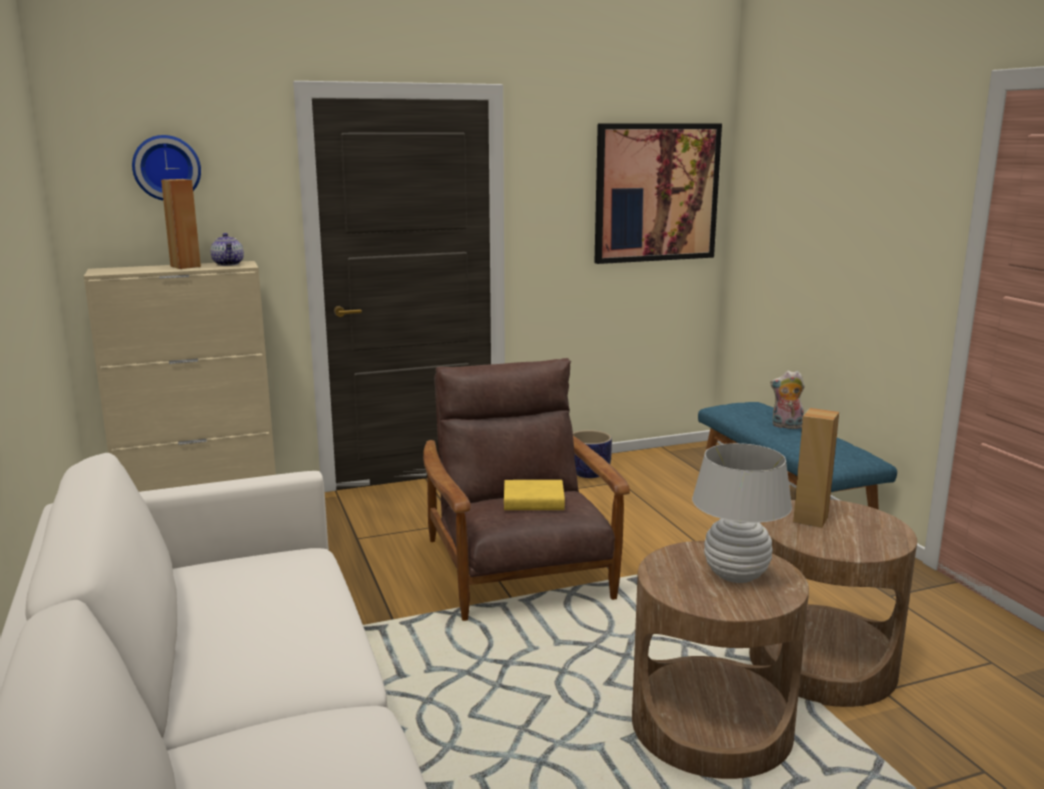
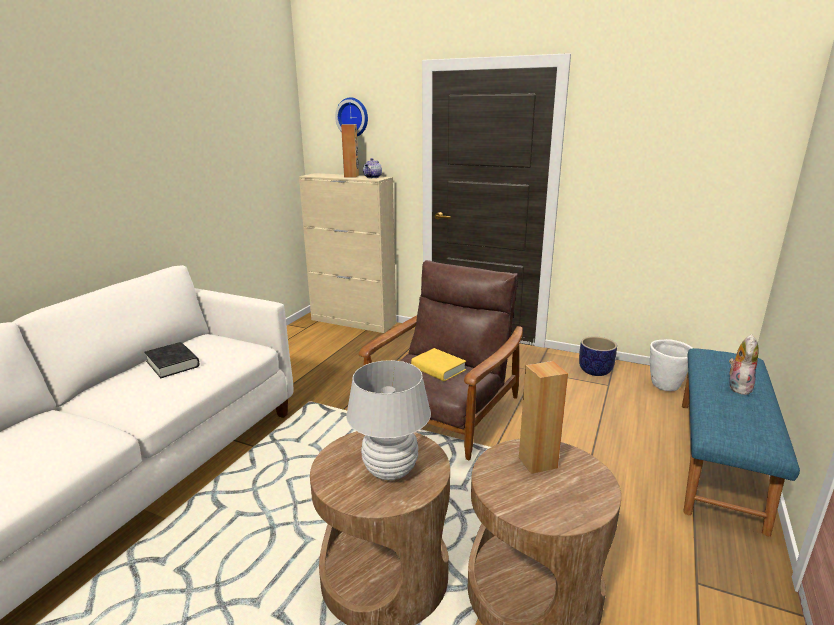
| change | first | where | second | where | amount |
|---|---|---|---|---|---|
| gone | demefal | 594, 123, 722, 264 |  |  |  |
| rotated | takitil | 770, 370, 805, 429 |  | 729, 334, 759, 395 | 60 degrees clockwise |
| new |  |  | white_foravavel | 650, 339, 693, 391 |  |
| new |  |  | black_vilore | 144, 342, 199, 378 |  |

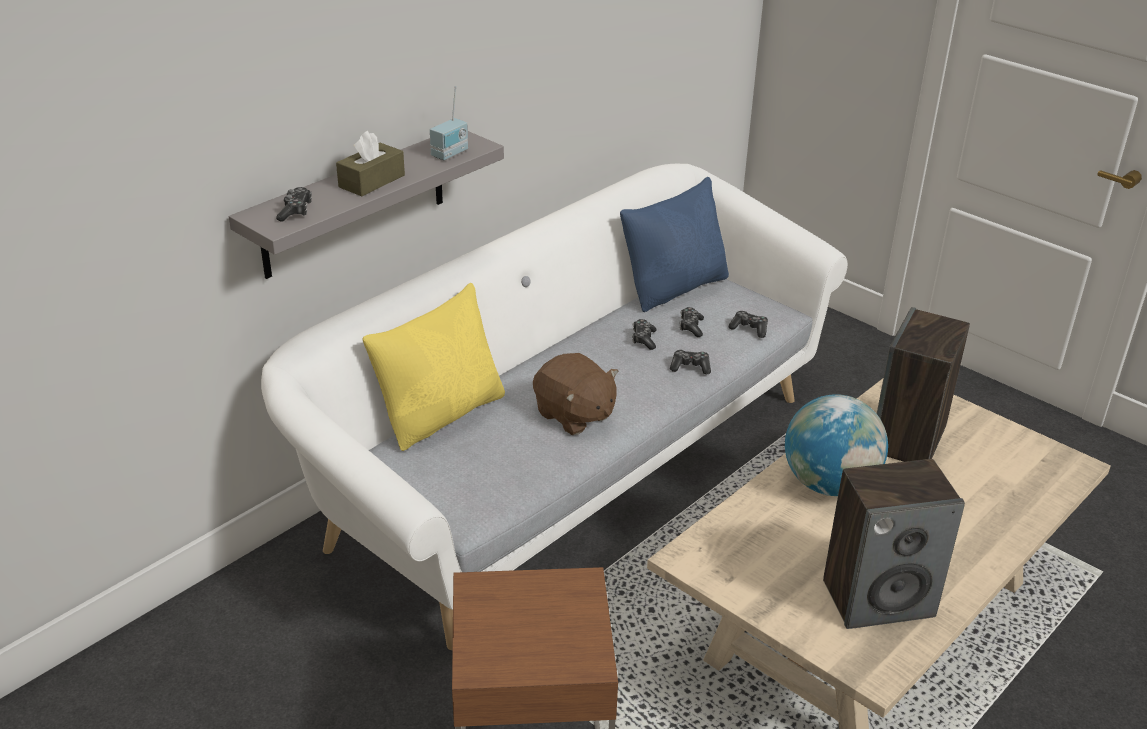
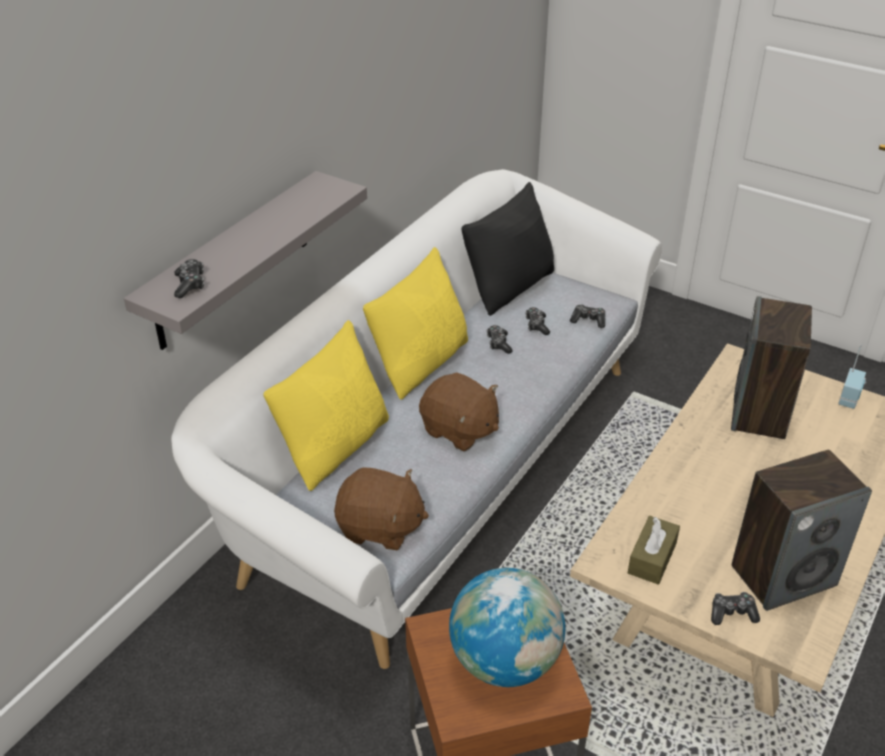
| change | first | where | second | where | amount |
|---|---|---|---|---|---|
| shifted | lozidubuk | 430, 86, 468, 160 |  | 838, 345, 866, 409 |  |
| shifted | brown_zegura | 336, 131, 405, 196 |  | 628, 516, 680, 584 |  |
| repainted | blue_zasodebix | 620, 177, 729, 312 | black_zasodebix | 461, 182, 554, 316 |  |
| shifted | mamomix | 670, 350, 711, 374 |  | 711, 592, 760, 625 |  |
| shifted | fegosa | 785, 394, 888, 496 |  | 449, 568, 565, 687 |  |
| new |  |  | yellow_zasodebix | 363, 247, 468, 400 |  |
| new |  |  | brown_takitil | 334, 467, 429, 550 |  |

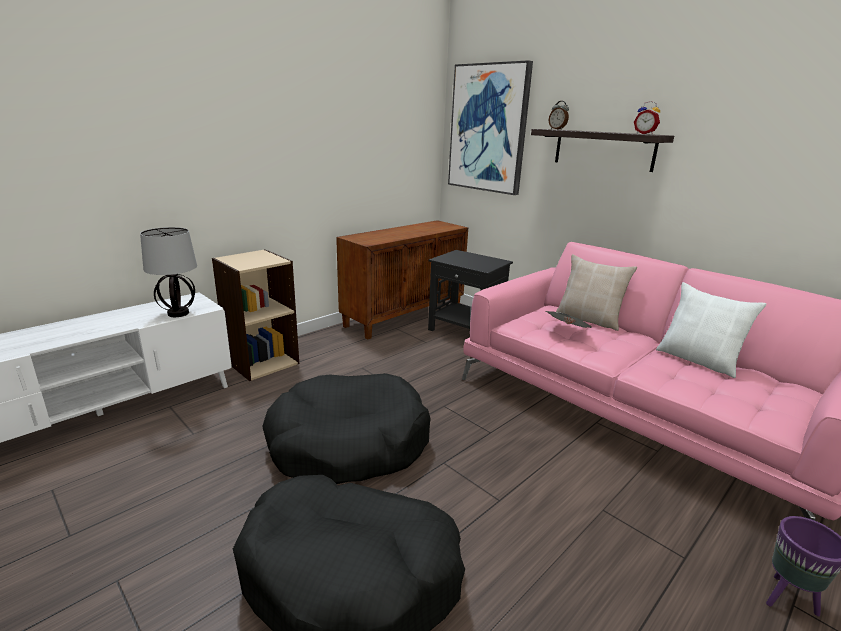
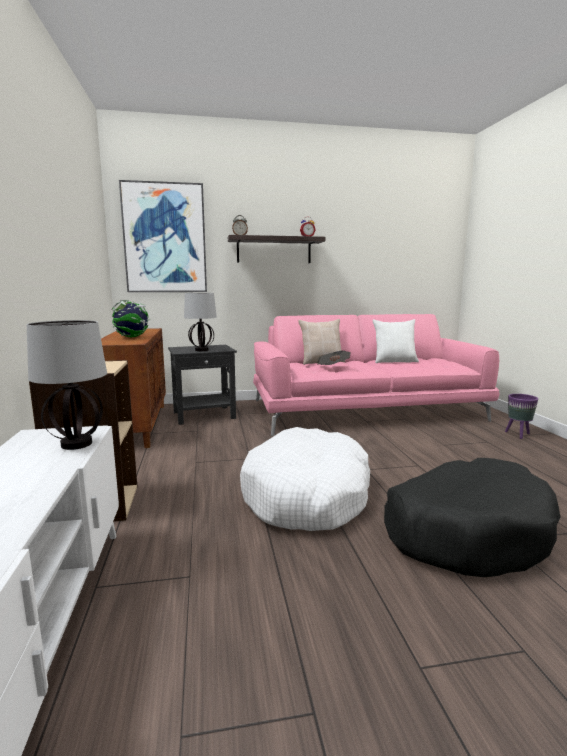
| change | first | where | second | where | amount |
|---|---|---|---|---|---|
| repainted | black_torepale | 262, 373, 431, 484 | white_torepale | 240, 427, 370, 531 |  |
| new |  |  | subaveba | 184, 293, 217, 351 |  |
| new |  |  | fegosa | 111, 300, 150, 337 |  |

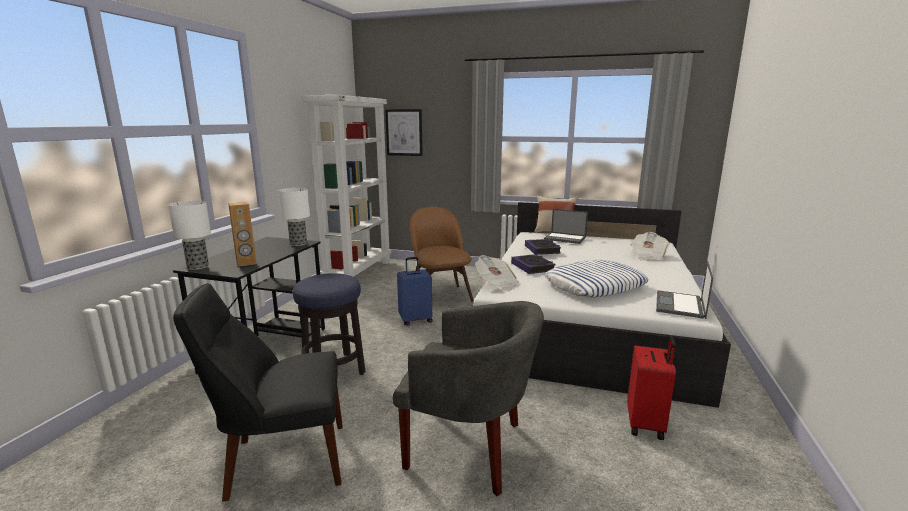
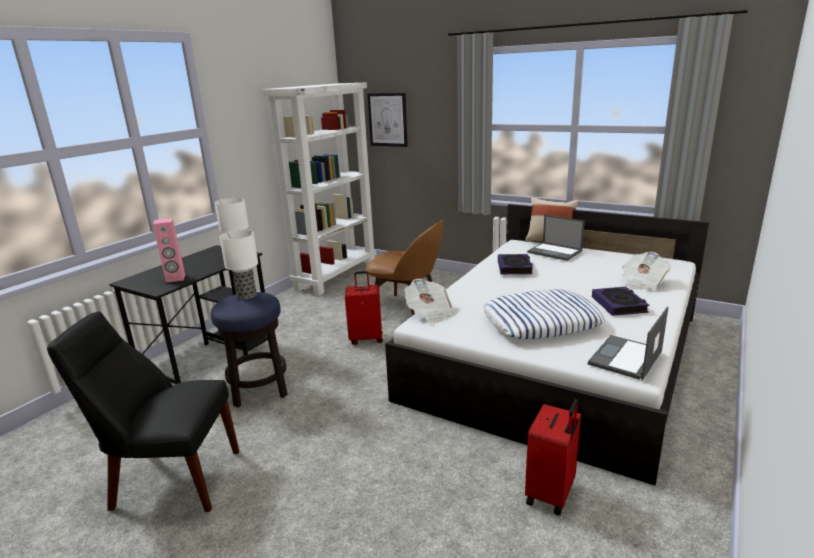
| change | first | where | second | where | amount |
|---|---|---|---|---|---|
| shifted | subaveba | 168, 200, 211, 270 |  | 220, 230, 258, 299 |  |
| repainted | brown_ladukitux | 228, 202, 257, 267 | pink_ladukitux | 153, 218, 185, 283 |  |
| rotated | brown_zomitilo | 410, 207, 474, 302 |  | 366, 220, 444, 316 | 120 degrees clockwise |
| shifted | vilore | 511, 254, 556, 274 |  | 592, 287, 650, 316 |  |
| repainted | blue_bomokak | 397, 257, 433, 326 | red_bomokak | 345, 271, 383, 345 |  |
| gone | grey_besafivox | 393, 301, 544, 497 |  |  |  |

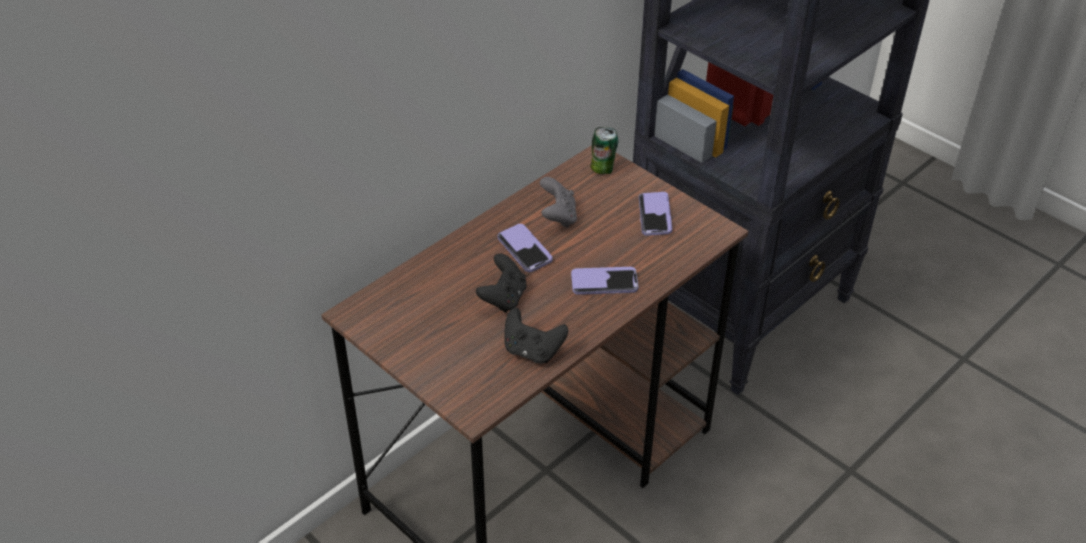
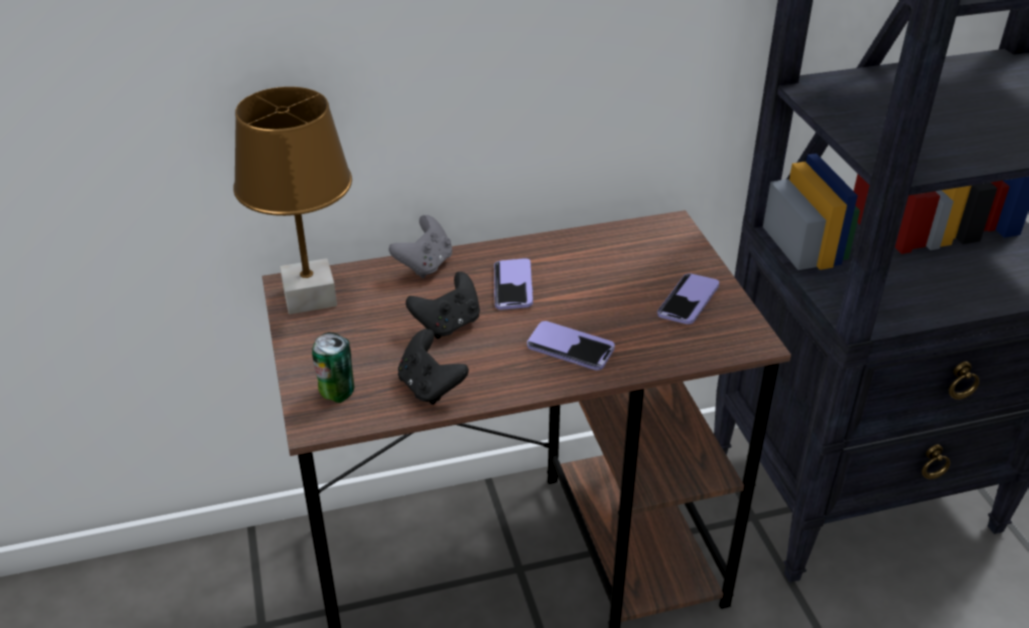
| change | first | where | second | where | amount |
|---|---|---|---|---|---|
| shifted | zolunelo | 590, 127, 618, 174 |  | 312, 332, 354, 403 |  |
| shifted | grey_mamomix | 540, 177, 577, 228 |  | 389, 215, 452, 278 |  |
| new |  |  | brown_subaveba | 233, 87, 352, 314 |  |

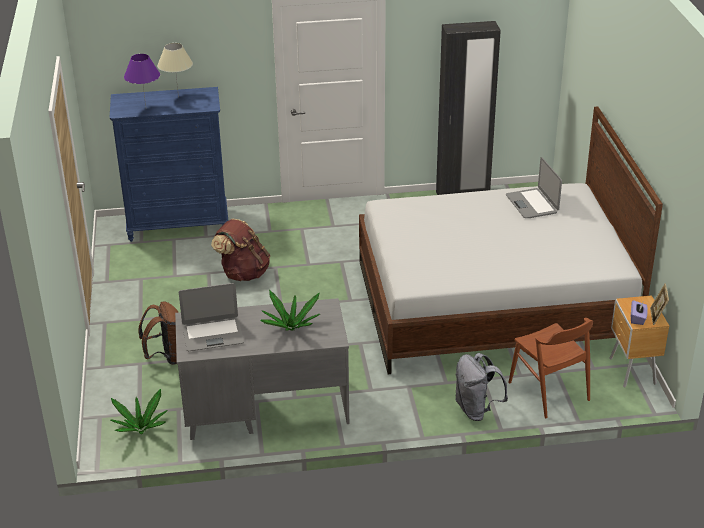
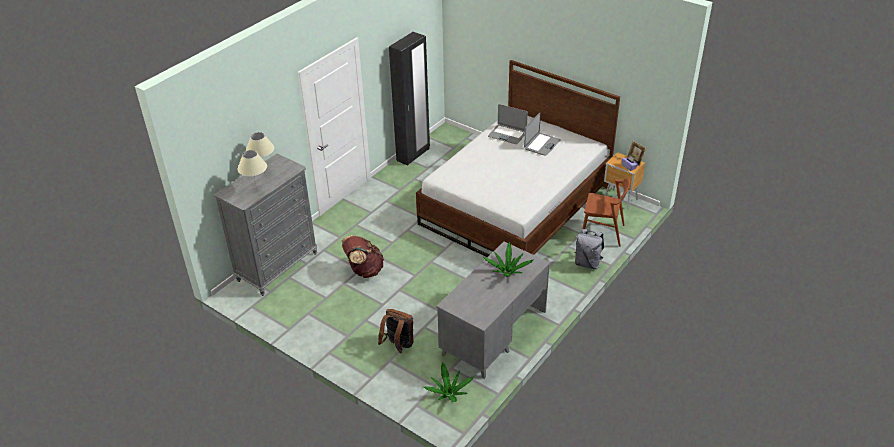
| change | first | where | second | where | amount |
|---|---|---|---|---|---|
| repainted | purple_subaveba | 124, 54, 160, 106 | beige_subaveba | 238, 150, 267, 189 |  |
| repainted | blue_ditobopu | 110, 87, 228, 242 | grey_ditobopu | 214, 153, 317, 296 |  |
| shifted | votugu | 179, 283, 244, 351 |  | 524, 113, 561, 156 |  |

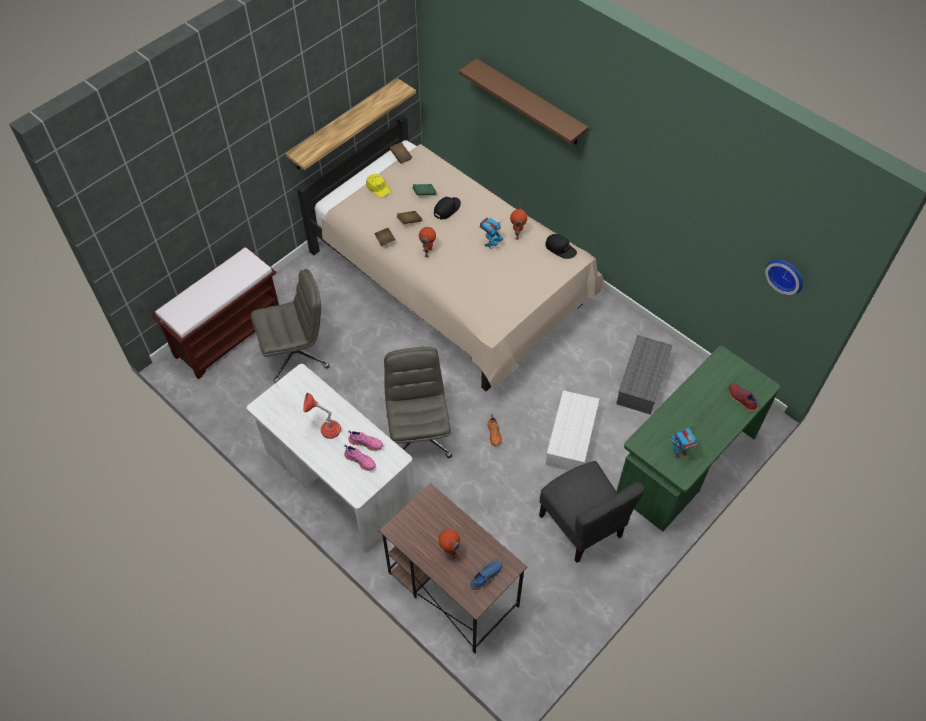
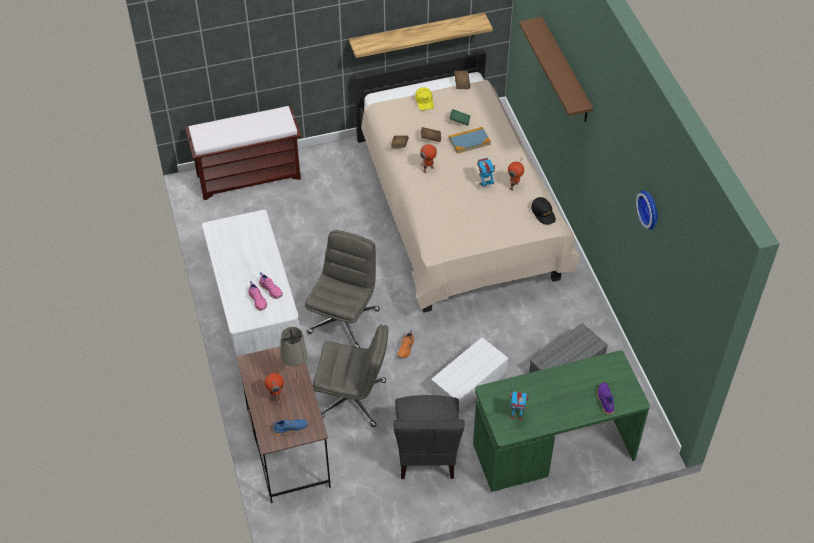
| change | first | where | second | where | amount |
|---|---|---|---|---|---|
| swapped | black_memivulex | 434, 197, 461, 219 | vilore | 449, 127, 491, 154 |  |
| shifted | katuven | 765, 259, 803, 295 |  | 636, 190, 658, 230 |  |
| shifted | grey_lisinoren | 251, 269, 329, 383 |  | 313, 325, 388, 427 |  |
| repainted | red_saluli | 729, 383, 759, 411 | purple_saluli | 597, 382, 614, 414 |  |
| gone | red_subaveba | 303, 393, 341, 439 |  |  |  |
| new |  |  | beige_subaveba | 281, 327, 307, 379 |  |

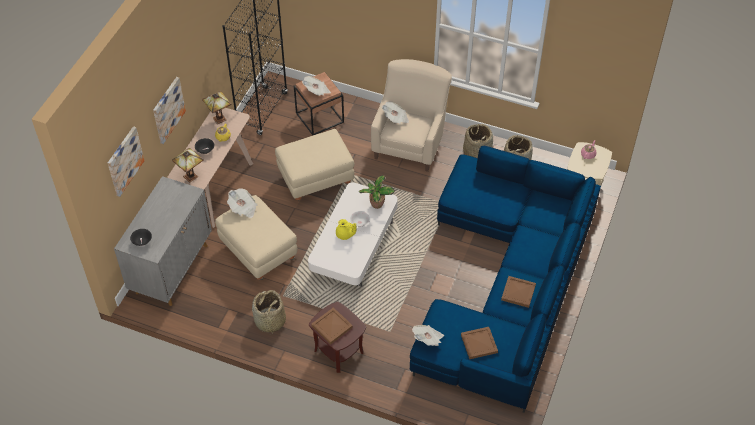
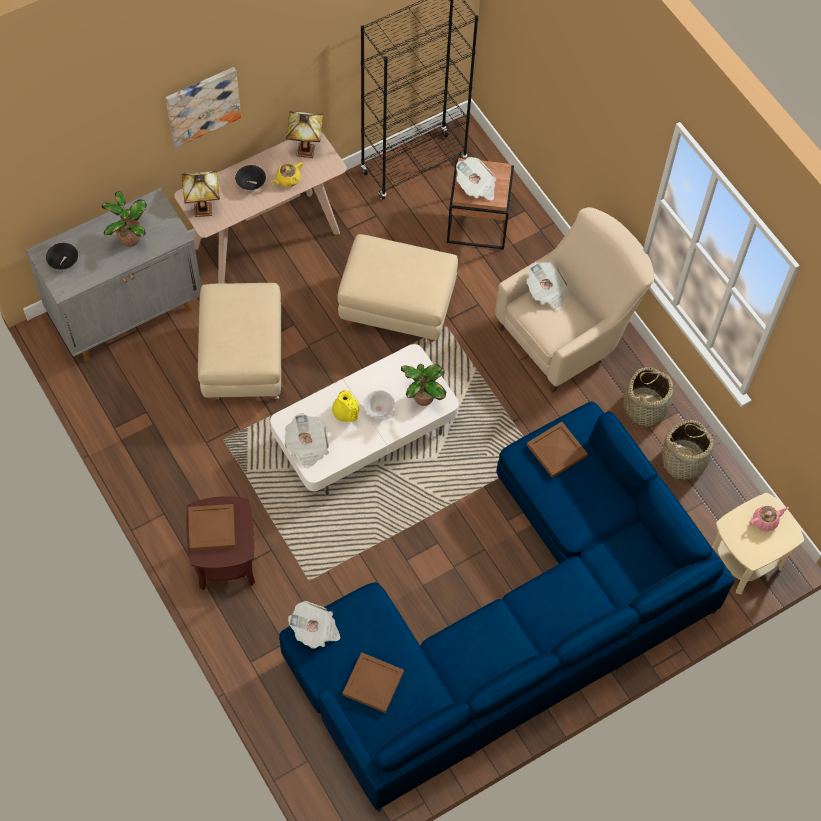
| change | first | where | second | where | amount |
|---|---|---|---|---|---|
| gone | demefal | 108, 126, 144, 197 |  |  |  |
| shifted | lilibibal | 227, 188, 258, 218 |  | 285, 413, 329, 468 |  |
| shifted | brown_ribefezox | 501, 276, 536, 308 |  | 527, 422, 588, 478 |  |
| gone | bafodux | 252, 290, 286, 335 |  |  |  |
| new |  |  | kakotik | 102, 191, 147, 247 |  |

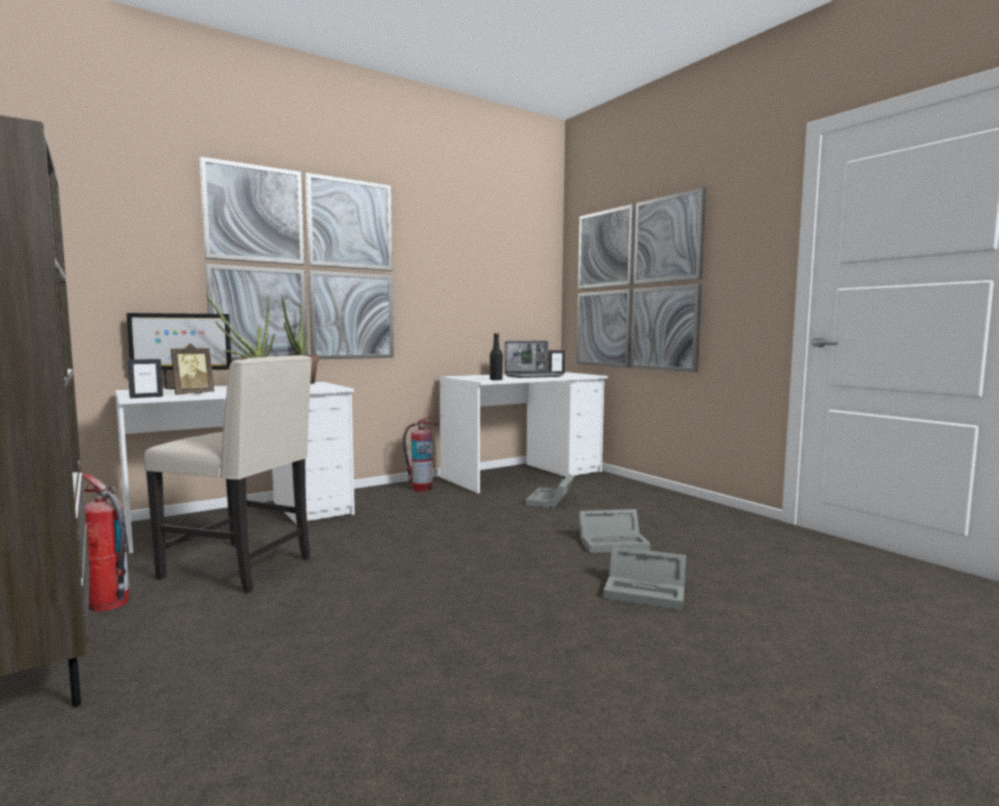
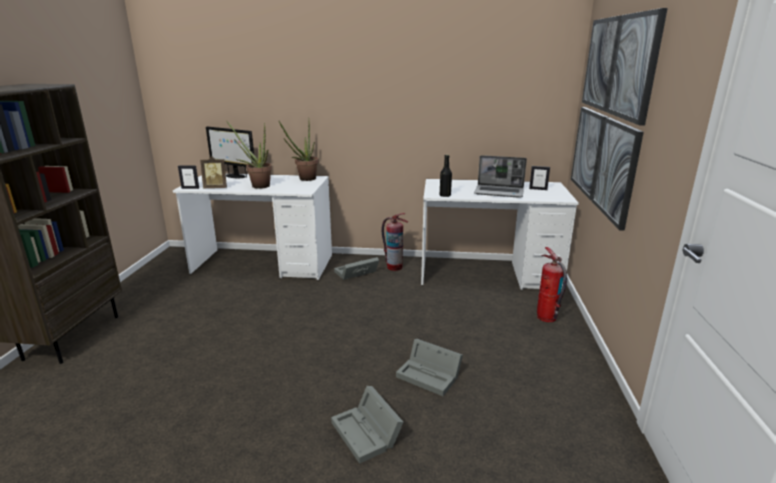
| change | first | where | second | where | amount |
|---|---|---|---|---|---|
| gone | demefal | 200, 156, 394, 361 |  |  |  |
| gone | beige_zomitilo | 144, 355, 312, 593 |  |  |  |
| shifted | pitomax | 82, 474, 129, 611 |  | 537, 247, 567, 322 |  |
| shifted | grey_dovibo | 526, 474, 574, 508 |  | 334, 257, 379, 280 |  |

